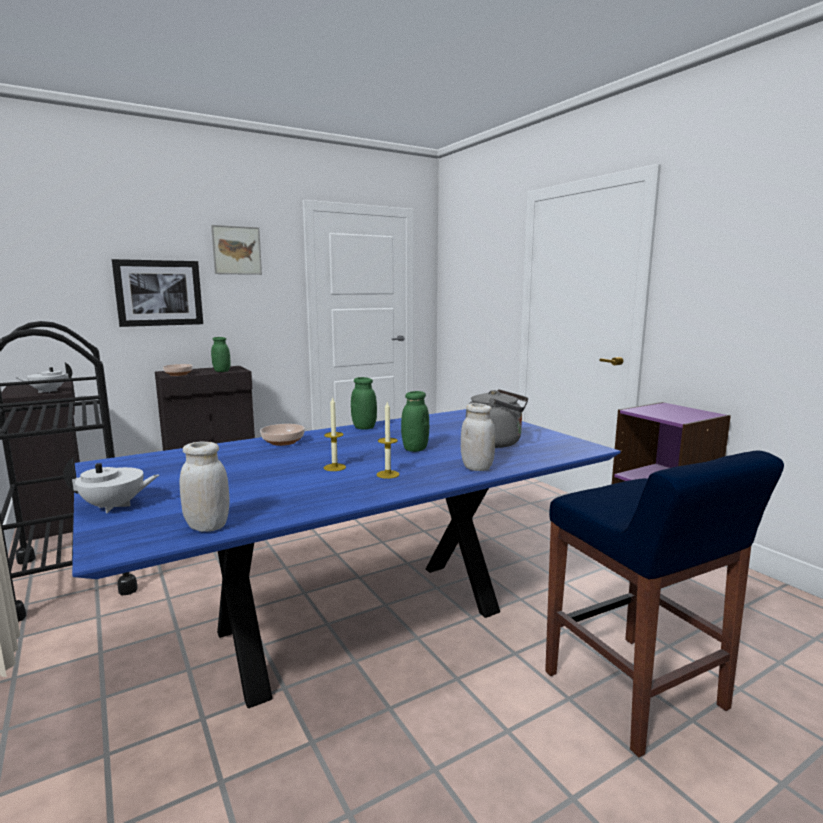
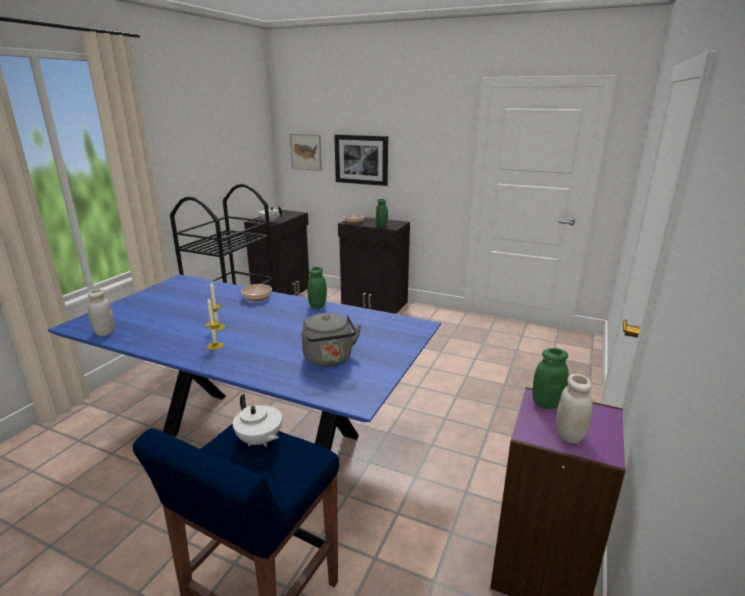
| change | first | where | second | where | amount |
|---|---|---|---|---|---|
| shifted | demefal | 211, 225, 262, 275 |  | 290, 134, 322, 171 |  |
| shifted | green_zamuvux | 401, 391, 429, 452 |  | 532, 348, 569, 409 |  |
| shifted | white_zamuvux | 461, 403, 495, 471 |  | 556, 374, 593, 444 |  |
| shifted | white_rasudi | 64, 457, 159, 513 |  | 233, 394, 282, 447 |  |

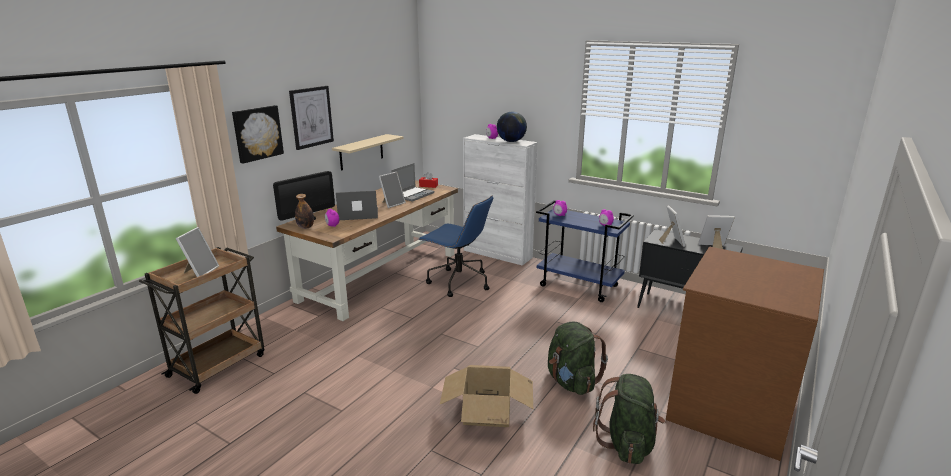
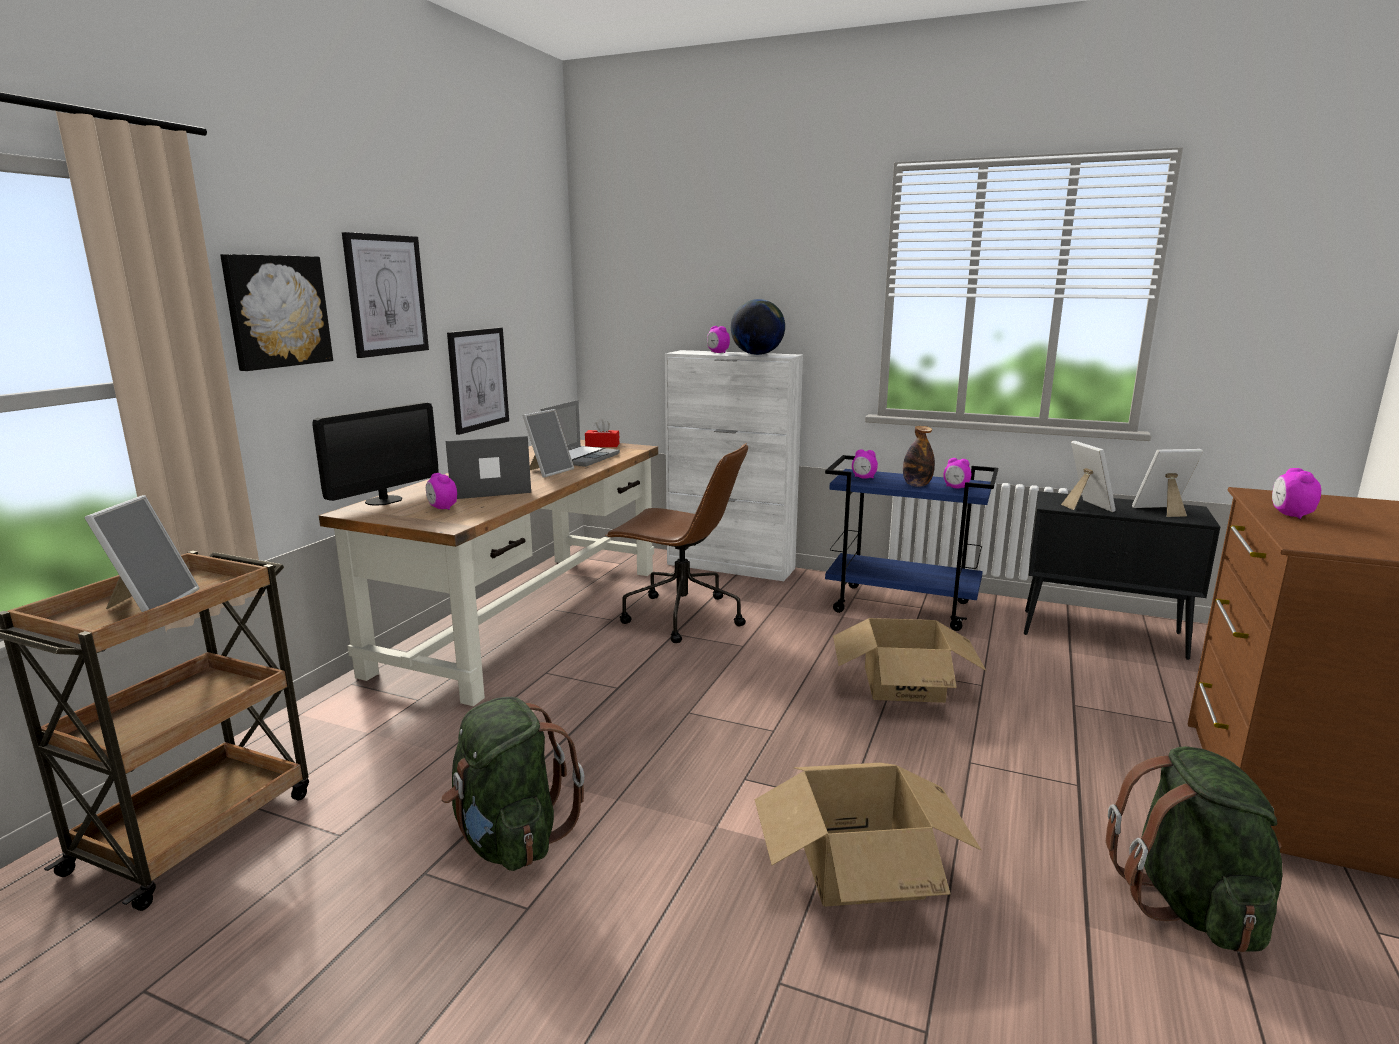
| change | first | where | second | where | amount |
|---|---|---|---|---|---|
| swapped | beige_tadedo | 332, 134, 404, 171 | demefal | 447, 327, 509, 435 |  |
| shifted | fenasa | 295, 194, 314, 229 |  | 903, 426, 935, 487 |  |
| repainted | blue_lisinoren | 418, 195, 493, 297 | brown_lisinoren | 605, 443, 748, 643 |  |
| shifted | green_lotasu | 548, 322, 608, 395 |  | 442, 697, 585, 871 |  |
| new |  |  | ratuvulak | 1272, 468, 1321, 519 |  |
| new |  |  | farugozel | 833, 618, 986, 703 |  |

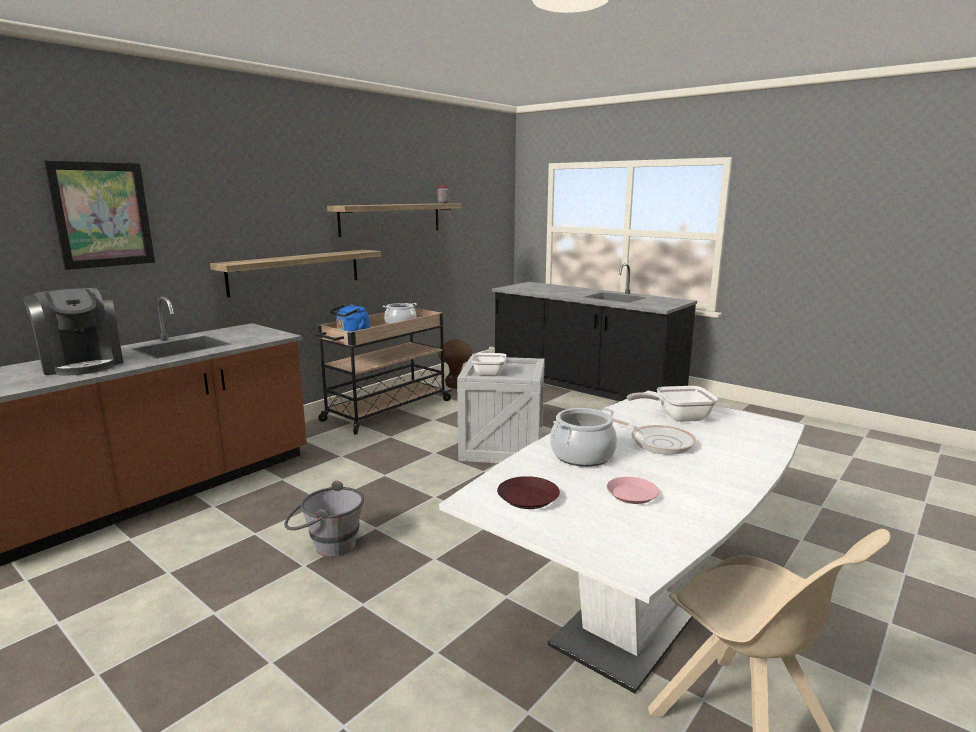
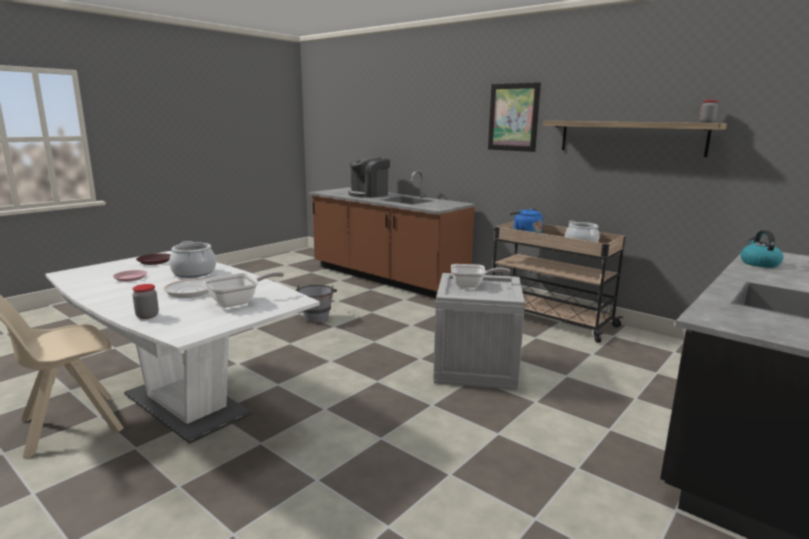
| change | first | where | second | where | amount |
|---|---|---|---|---|---|
| shifted | demefal | 44, 160, 155, 270 |  | 488, 82, 541, 152 |  |
| gone | tadedo | 210, 250, 381, 298 |  |  |  |
| gone | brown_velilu | 438, 339, 472, 388 |  |  |  |
| rotated | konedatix | 627, 386, 718, 422 |  | 204, 271, 284, 307 | 60 degrees clockwise |
| new |  |  | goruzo | 740, 230, 784, 268 |  |
| new |  |  | zamuvux | 132, 284, 159, 319 |  |

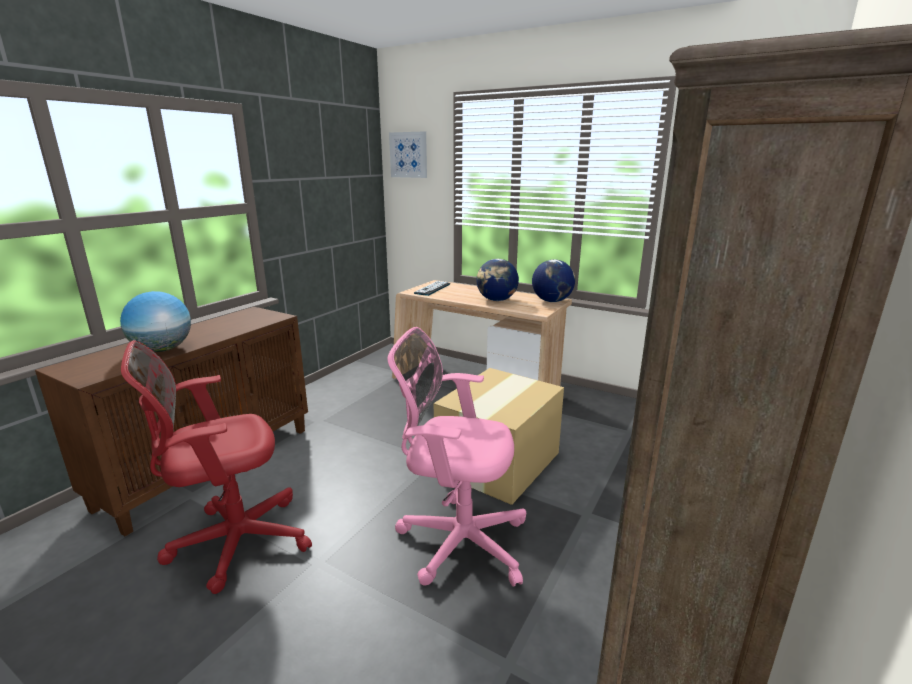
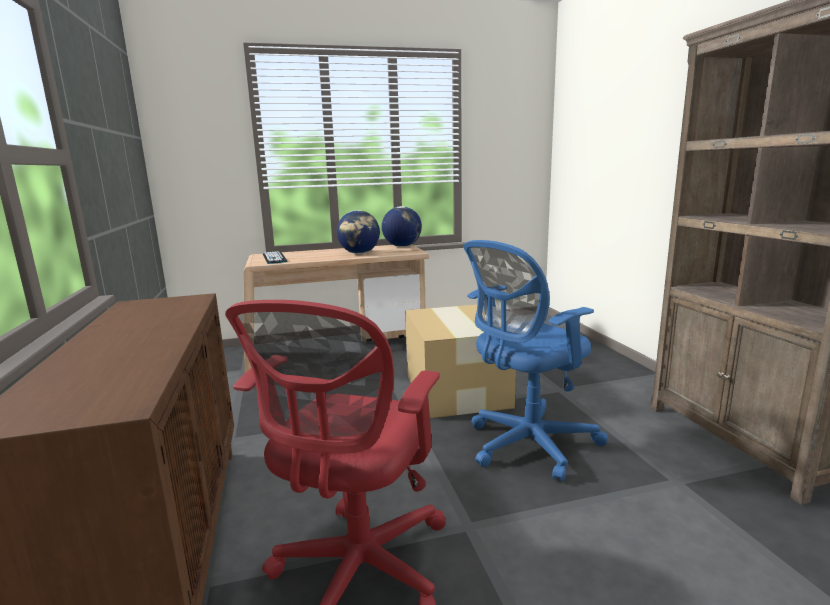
| change | first | where | second | where | amount |
|---|---|---|---|---|---|
| gone | demefal | 389, 132, 427, 178 |  |  |  |
| gone | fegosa | 120, 291, 191, 352 |  |  |  |
| repainted | pink_lisinoren | 388, 327, 526, 587 | blue_lisinoren | 464, 240, 608, 482 |  |

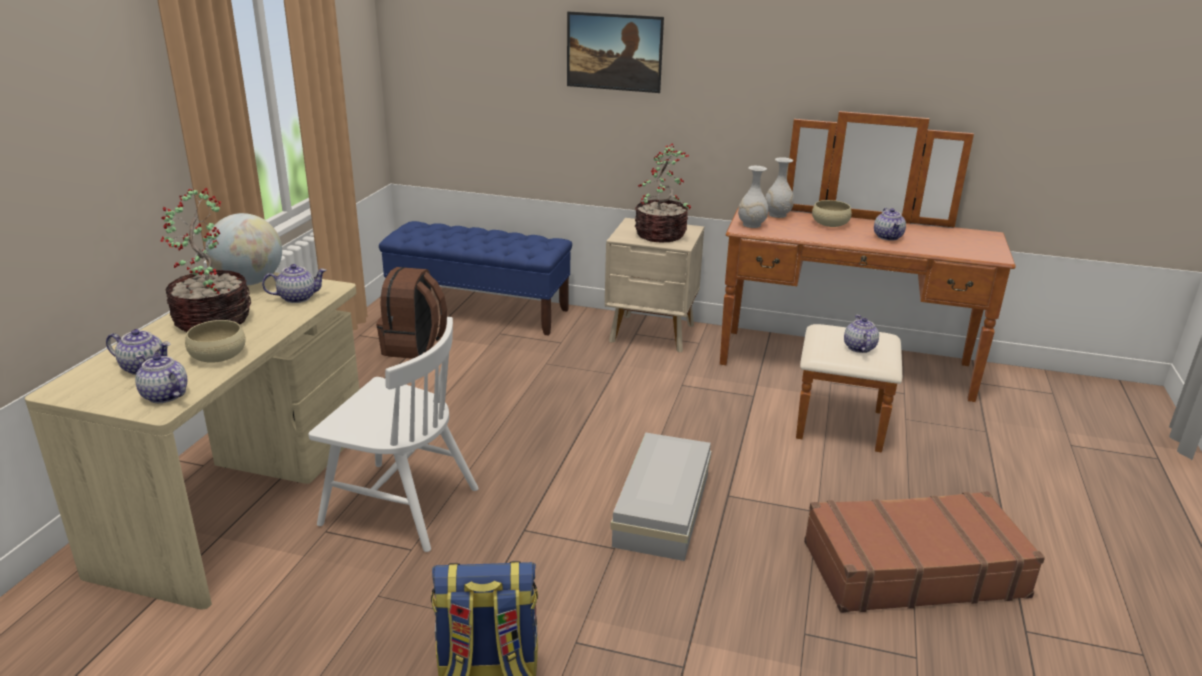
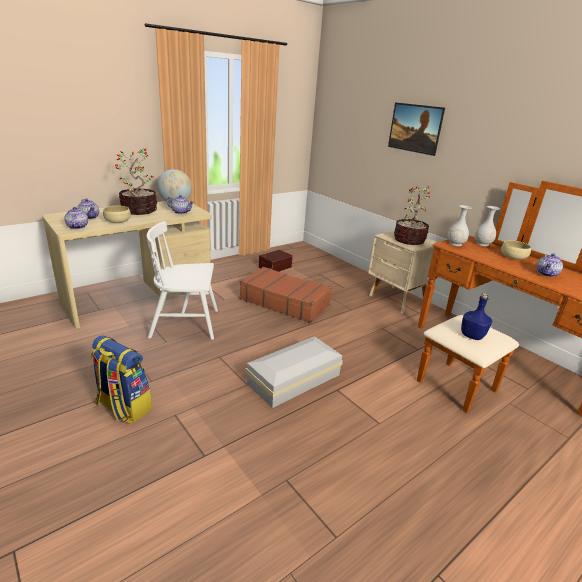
| change | first | where | second | where | amount |
|---|---|---|---|---|---|
| gone | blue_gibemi | 379, 221, 572, 336 |  |  |  |
| swapped | brown_lotasu | 376, 267, 447, 359 | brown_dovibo | 259, 250, 292, 272 |  |
| swapped | rasudi | 844, 315, 879, 353 | blue_fenasa | 461, 293, 492, 340 |  |
| rotated | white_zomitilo | 308, 317, 479, 552 |  | 147, 221, 218, 340 | 120 degrees clockwise |
| shifted | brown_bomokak | 804, 491, 1045, 613 |  | 240, 267, 332, 323 |  |

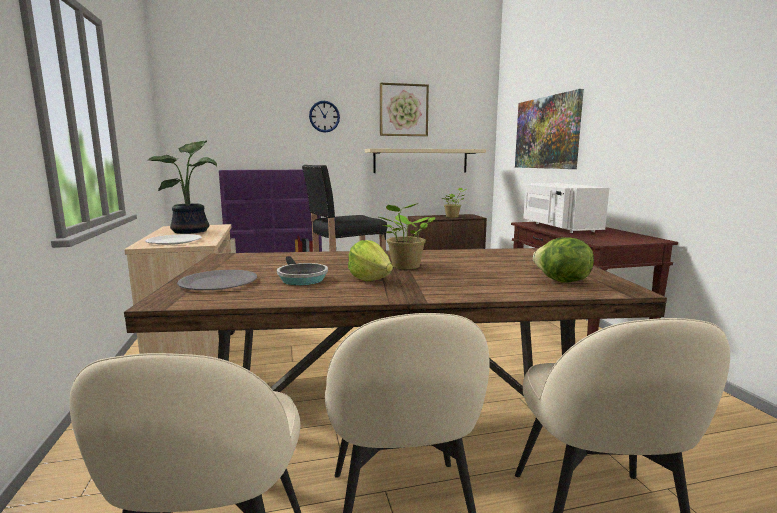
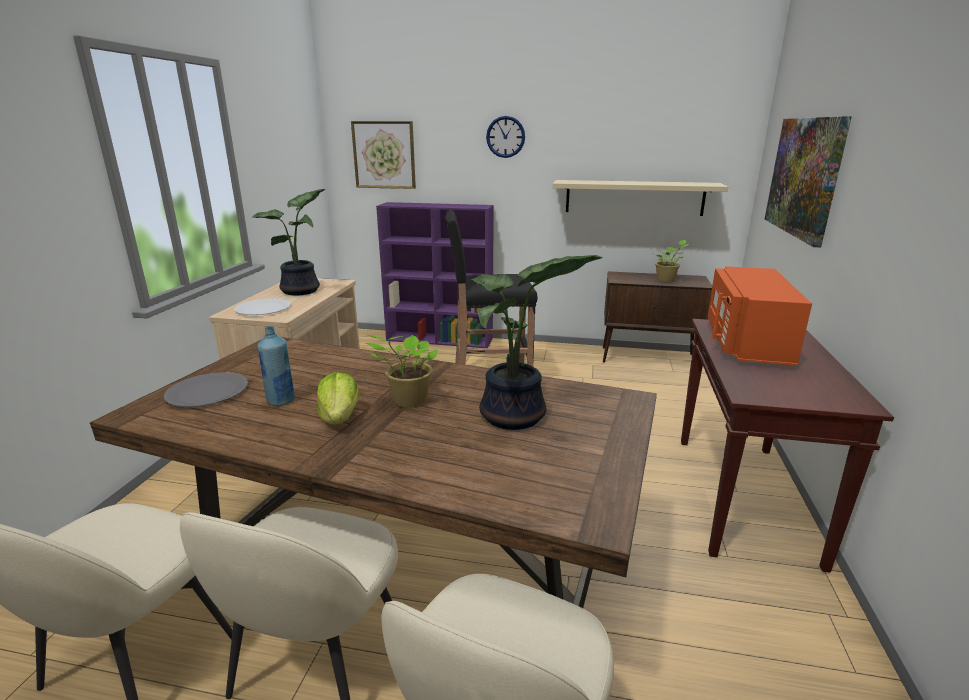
| change | first | where | second | where | amount |
|---|---|---|---|---|---|
| shifted | demefal | 380, 83, 429, 136 |  | 351, 121, 416, 189 |  |
| repainted | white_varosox | 523, 183, 609, 233 | orange_varosox | 707, 266, 812, 366 |  |
| gone | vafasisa | 533, 237, 594, 283 |  |  |  |
| swapped | konedatix | 277, 256, 328, 285 | blue_fenasa | 257, 326, 295, 406 |  |
| new |  |  | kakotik | 471, 255, 603, 430 |  |

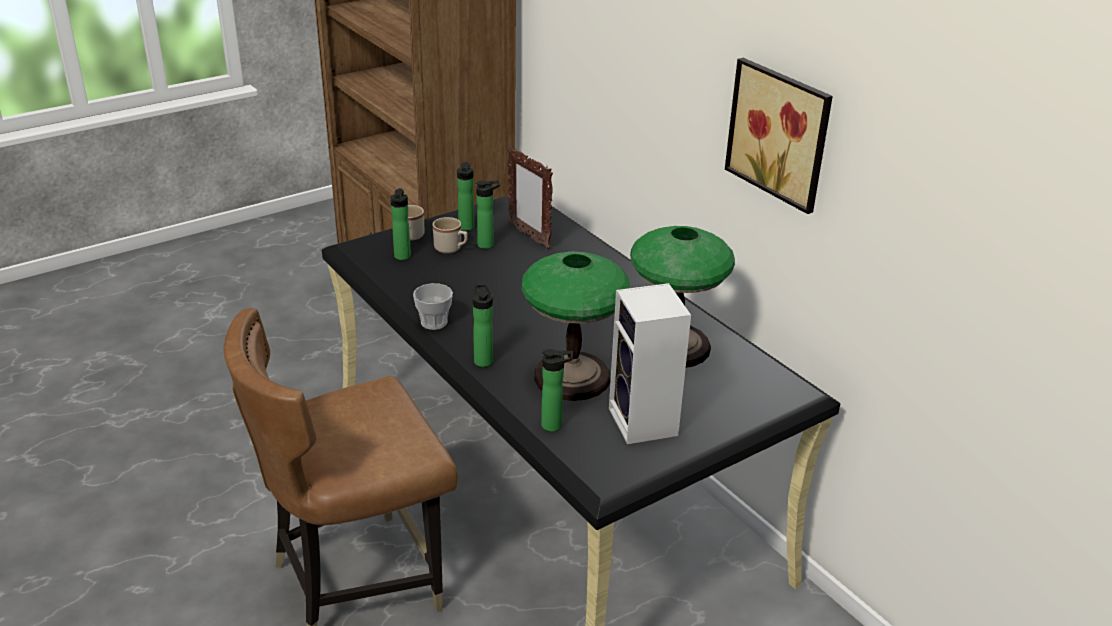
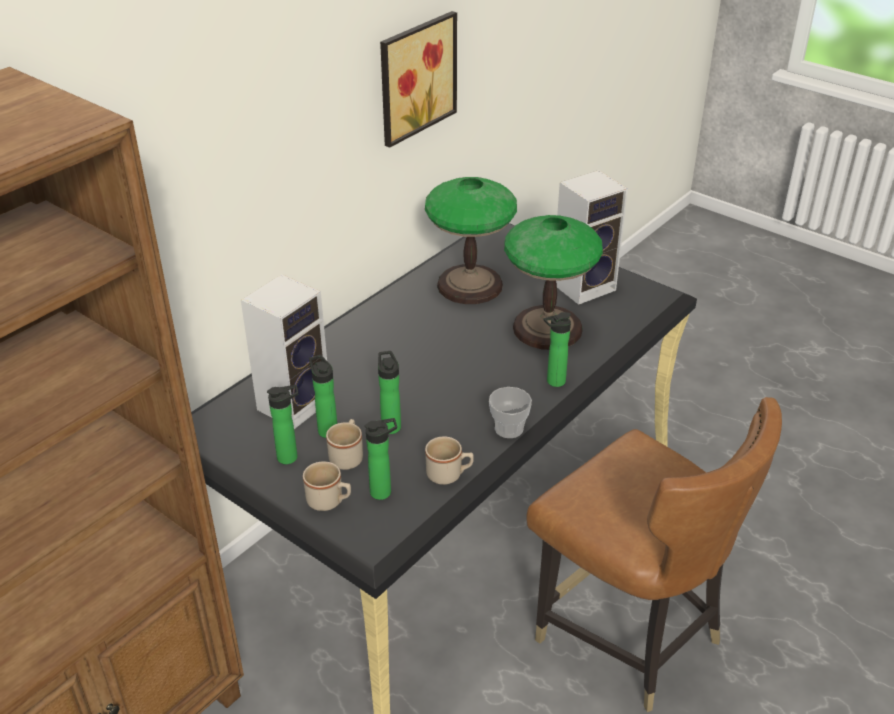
| change | first | where | second | where | amount |
|---|---|---|---|---|---|
| swapped | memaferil | 507, 146, 553, 250 | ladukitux | 241, 274, 327, 429 |  |
| shifted | fenasa | 541, 349, 573, 432 |  | 378, 351, 401, 434 |  |
| new |  |  | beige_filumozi | 425, 436, 474, 485 |  |

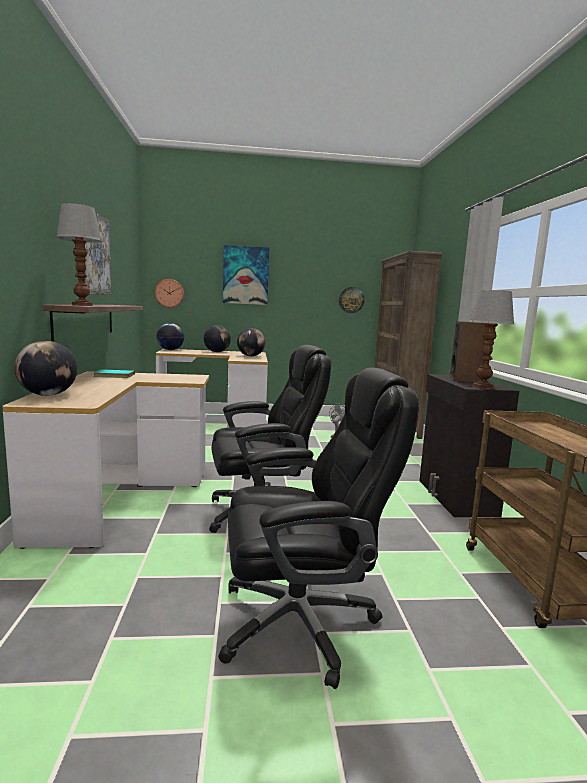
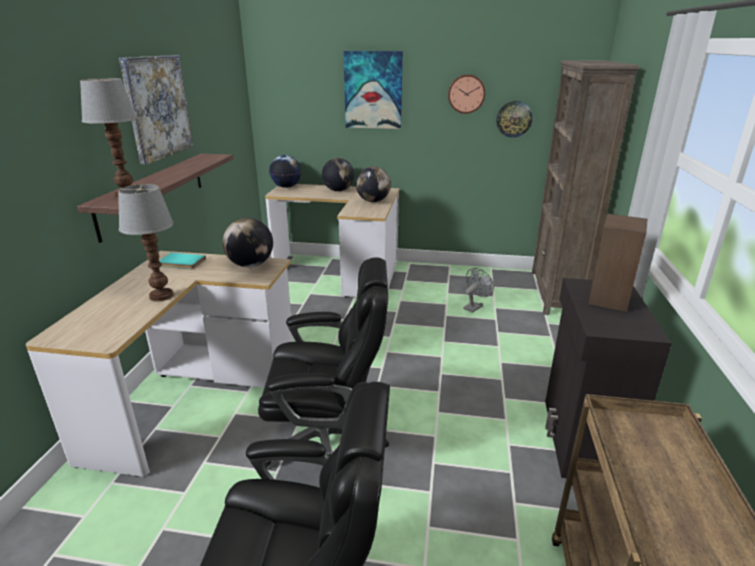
| change | first | where | second | where | amount |
|---|---|---|---|---|---|
| shifted | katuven | 155, 279, 184, 307 |  | 448, 74, 485, 114 |  |
| shifted | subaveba | 469, 290, 514, 389 |  | 118, 184, 174, 301 |  |
| shifted | fegosa | 14, 341, 77, 396 |  | 222, 218, 273, 267 |  |

